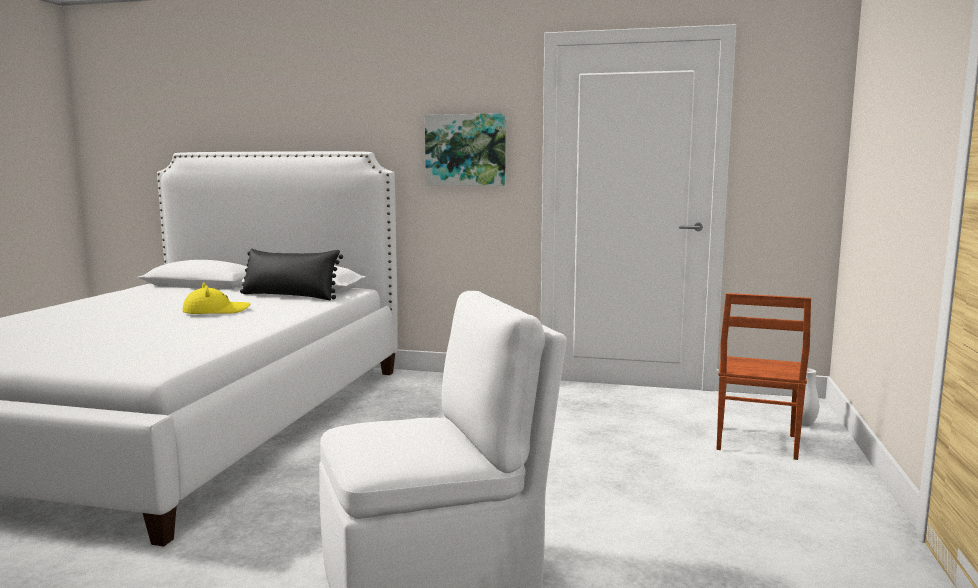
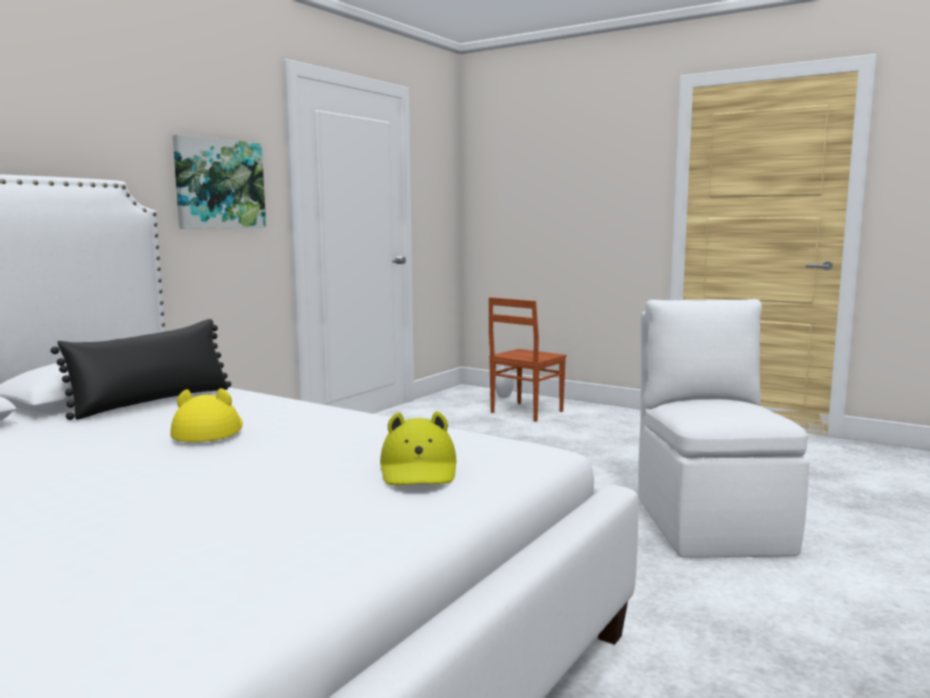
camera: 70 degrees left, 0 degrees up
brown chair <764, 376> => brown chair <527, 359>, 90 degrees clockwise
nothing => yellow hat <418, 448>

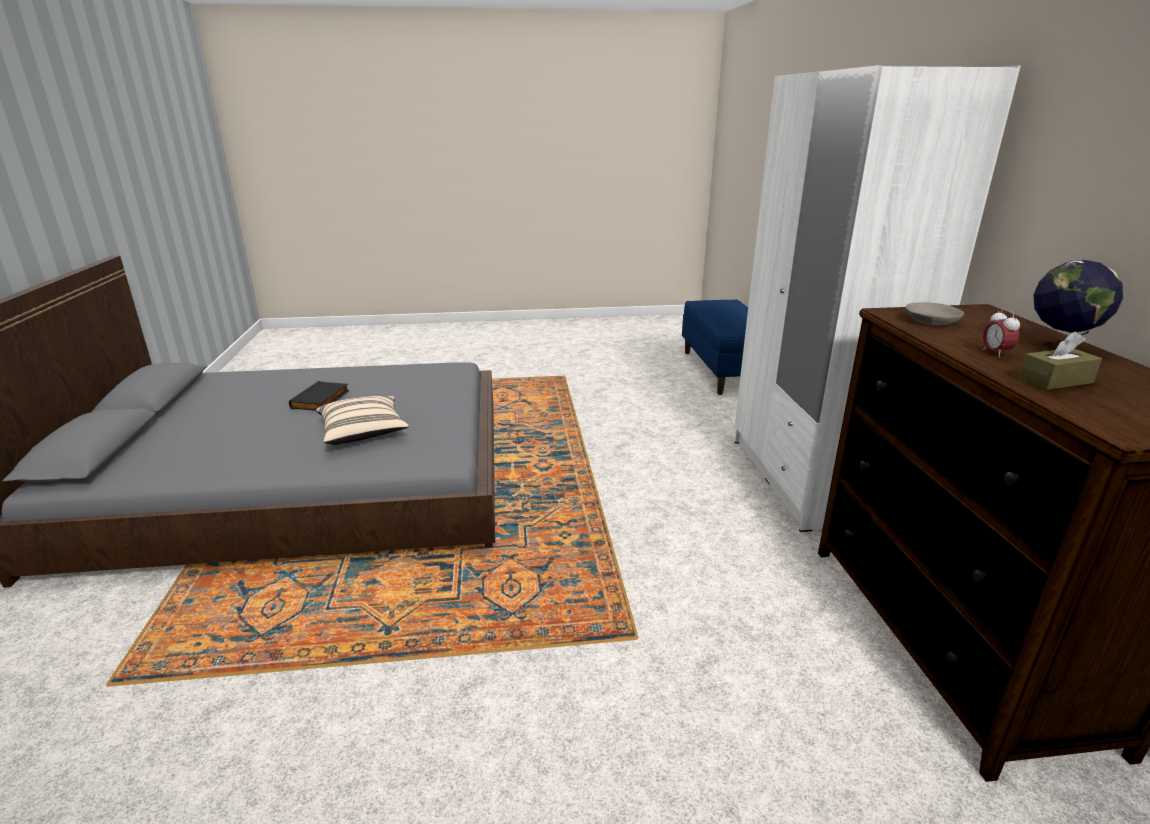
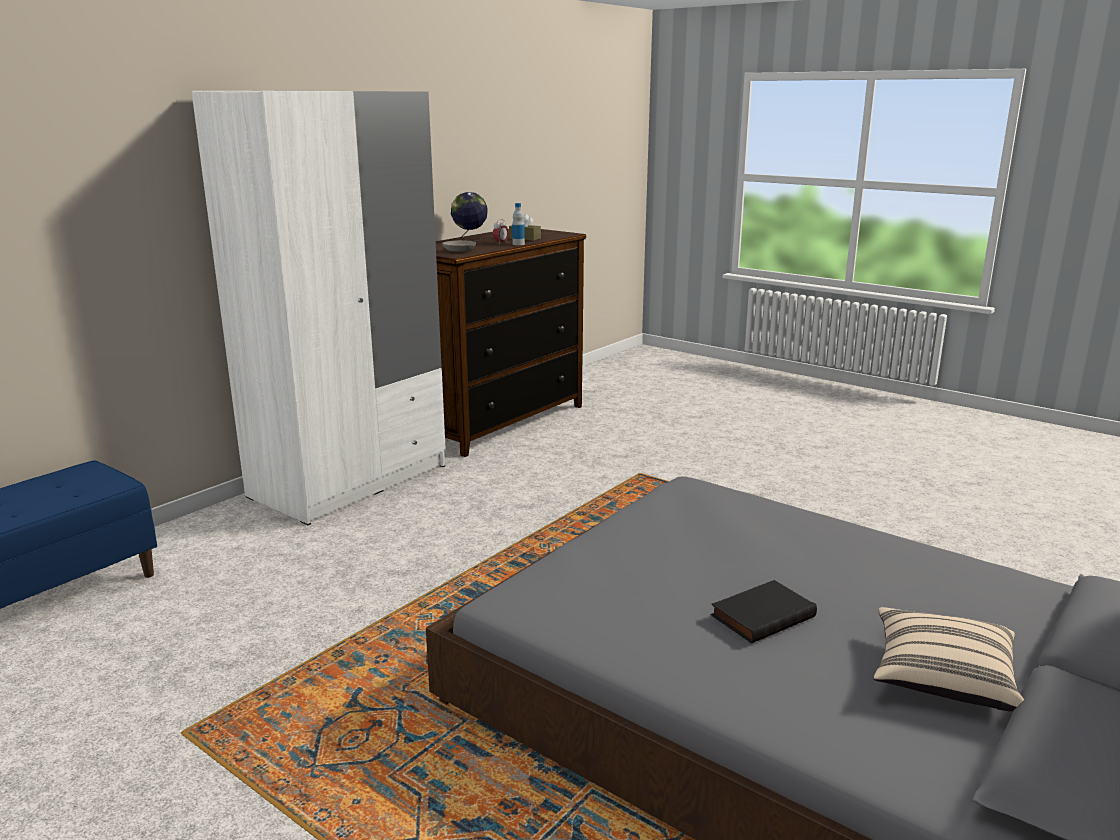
camera: 135 degrees left, 5 degrees down
beige pillow <362, 420> => beige pillow <949, 659>, shifted
nothing => bottle <518, 224>

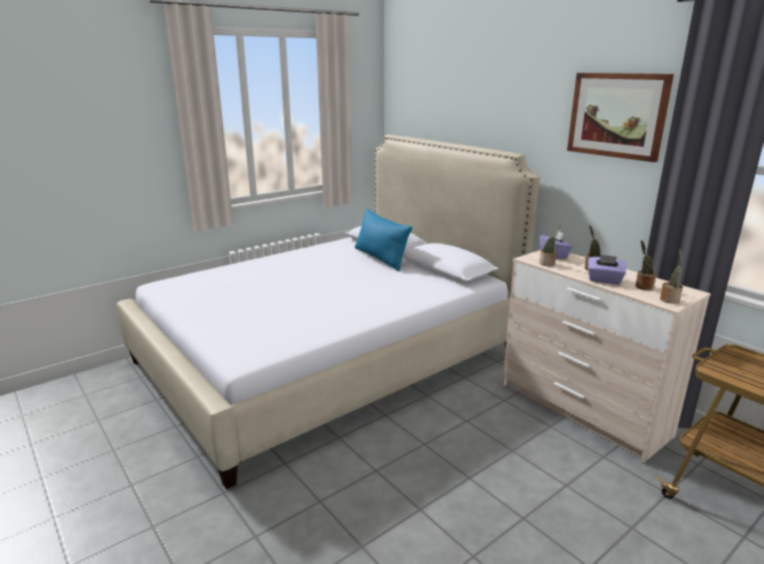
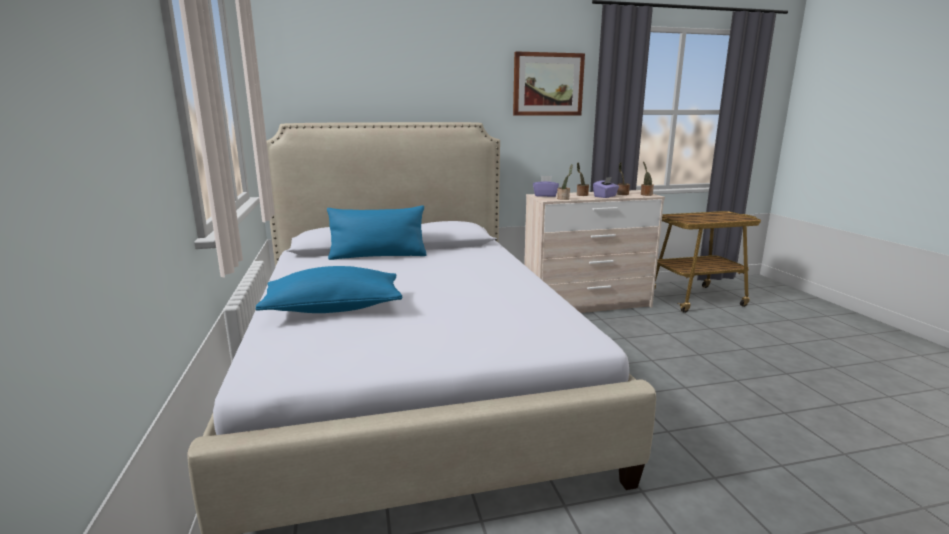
camera: 65 degrees left, 5 degrees down
nothing => blue pillow <329, 289>

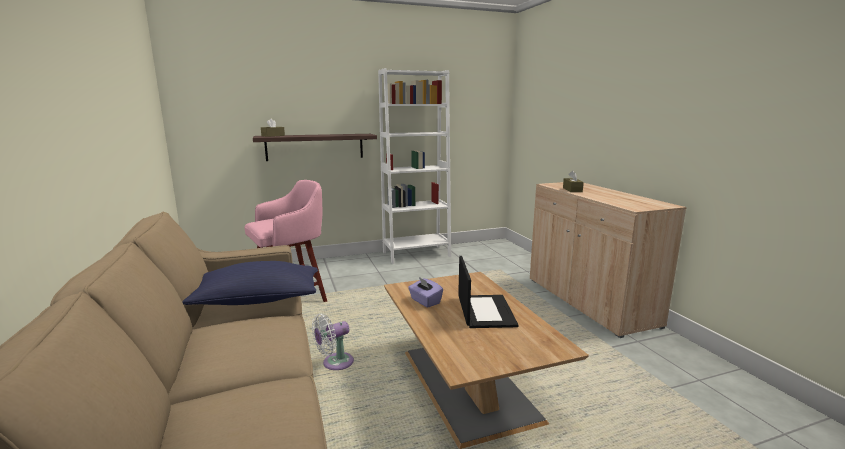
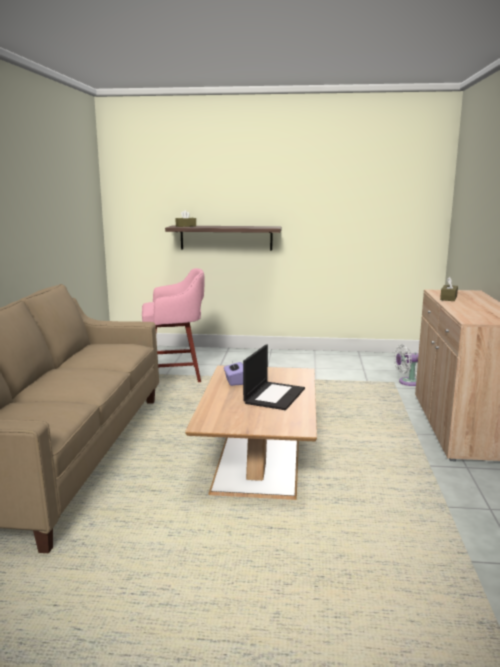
camera: 25 degrees right, 0 degrees up
white bookcase <414, 166> => nothing
blue pillow <250, 283> => nothing
white fan <333, 342> => white fan <406, 365>, shifted

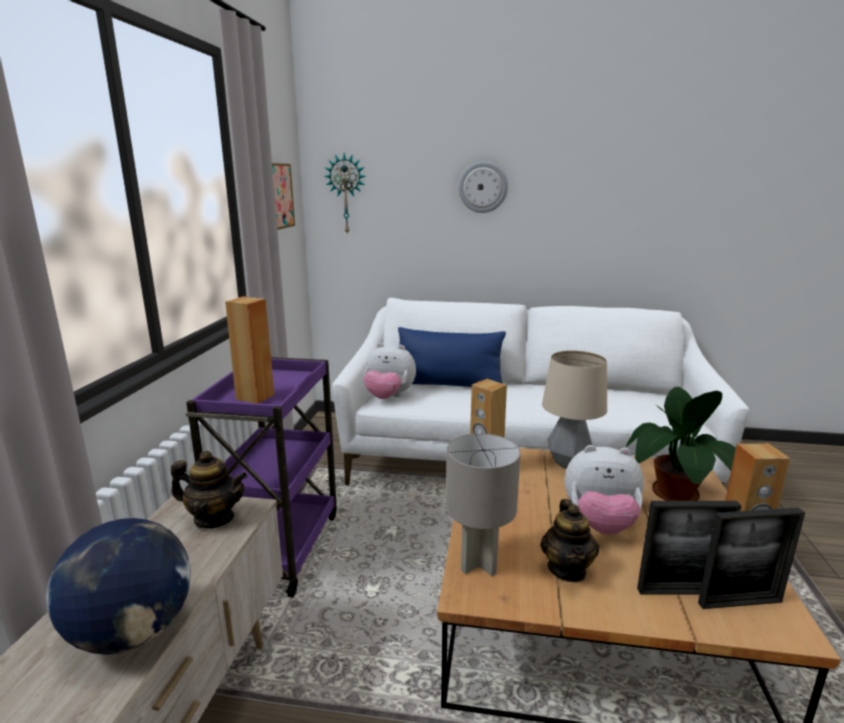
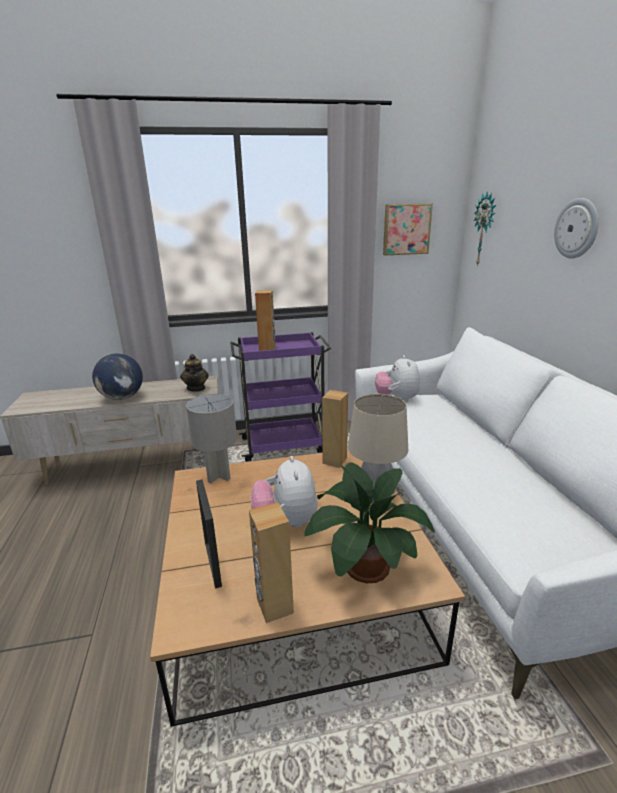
camera: 70 degrees right, 5 degrees up
blue pillow <452, 357> => nothing
teapot <569, 540> => nothing
picture frame <751, 558> => nothing

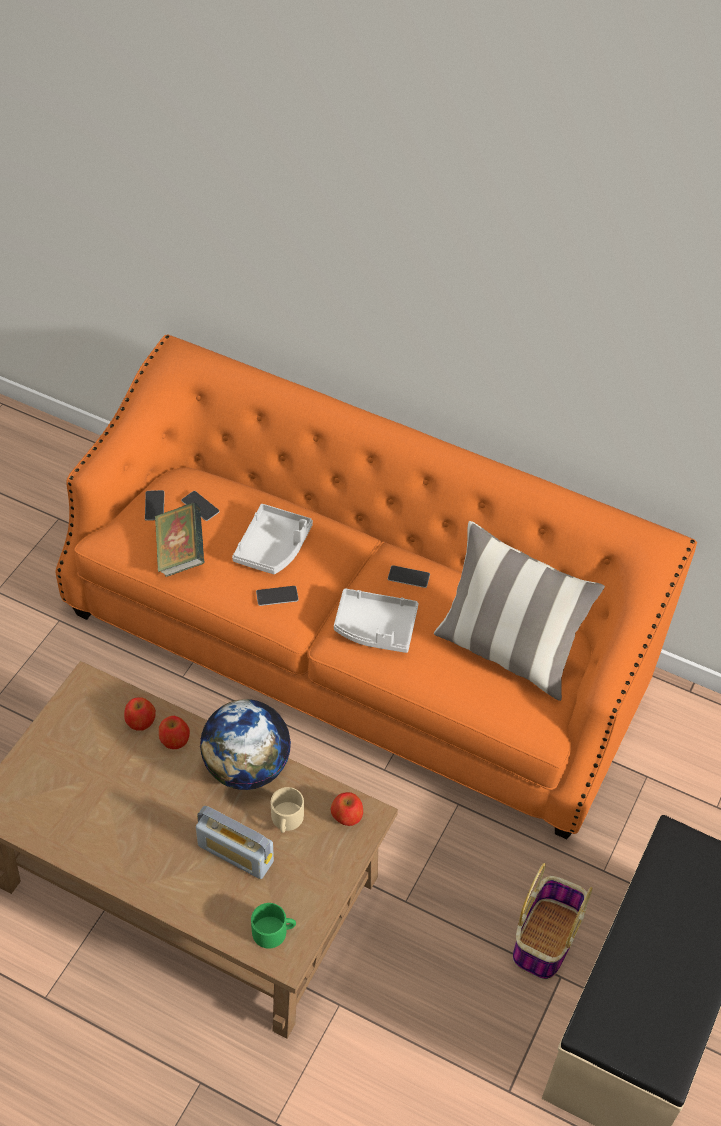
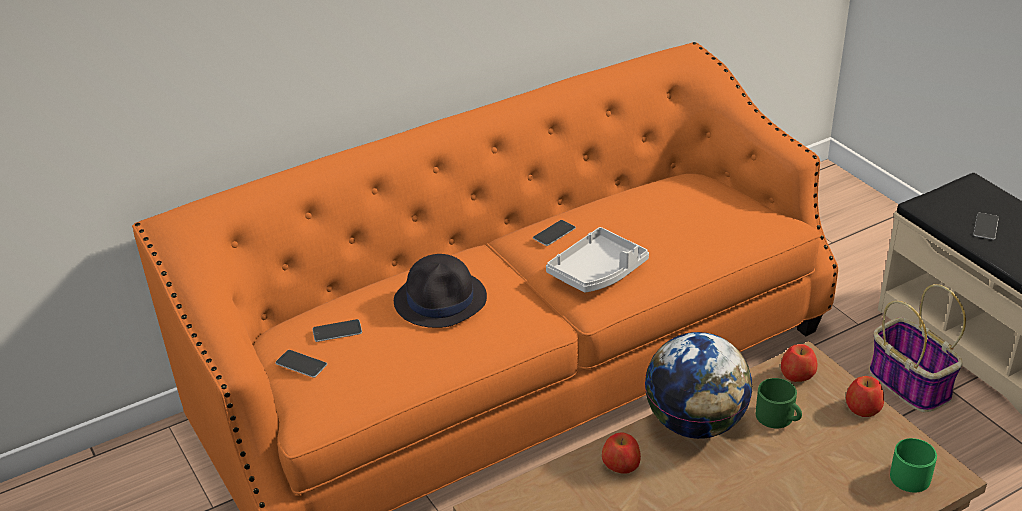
camera: 55 degrees left, 15 degrees down
book <180, 539> => nothing
grey tray <272, 539> => black hat <440, 291>
pillow <519, 611> => nothing
phone <277, 596> => phone <986, 226>, shifted
apple <140, 714> => apple <865, 396>, shifted
beige mug <287, 810> => green mug <779, 403>
radio <235, 842> => nothing

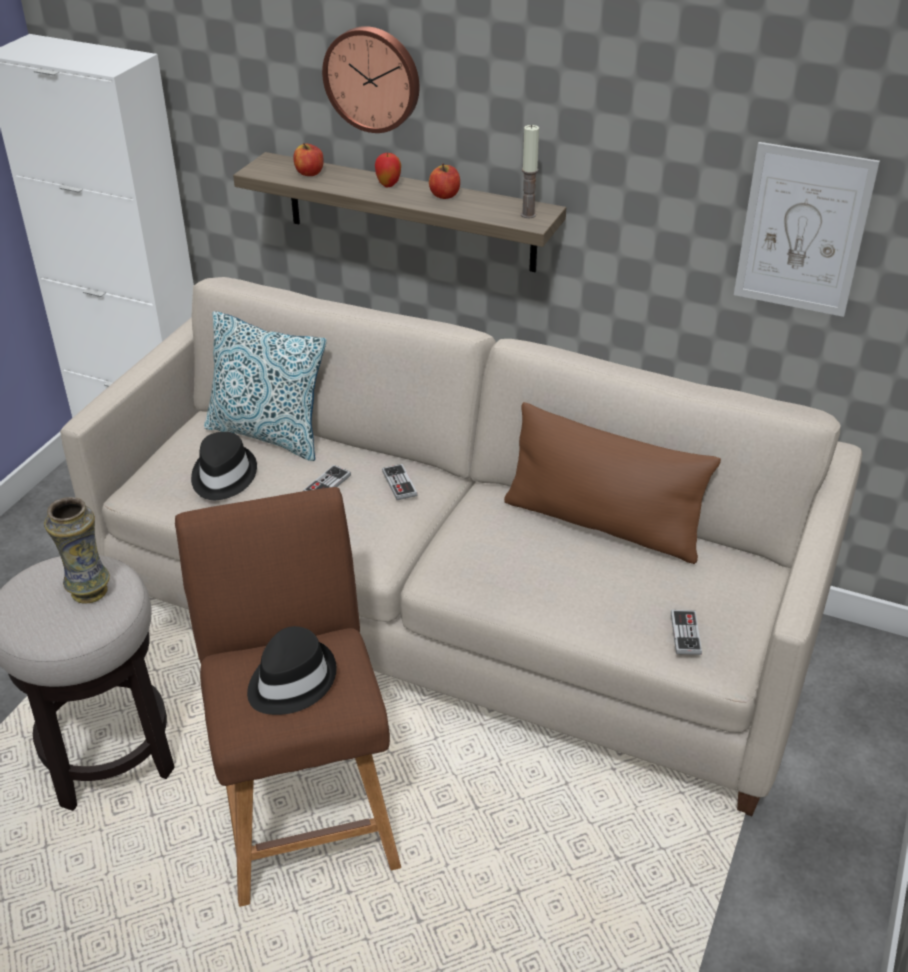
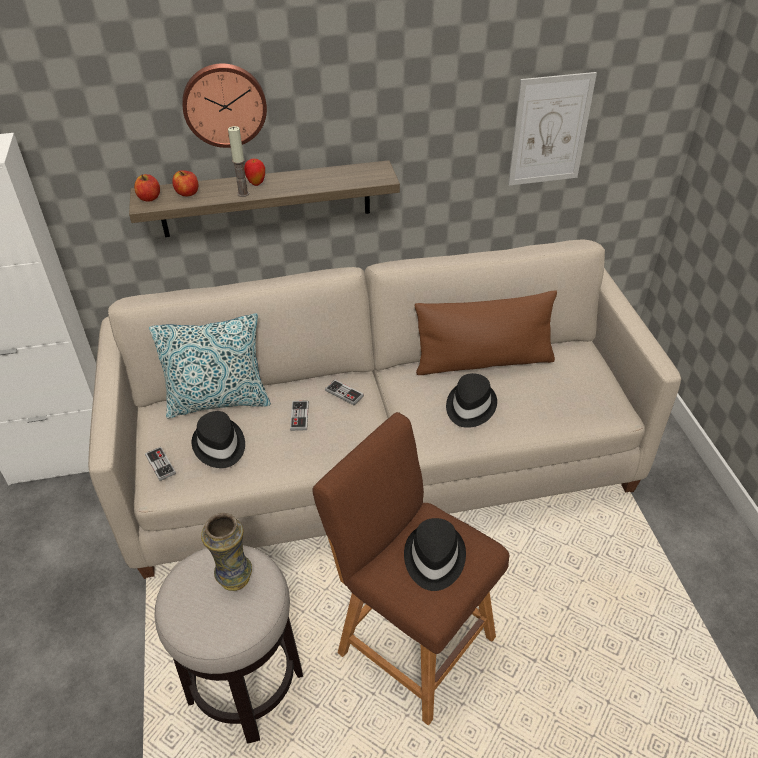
camera: 35 degrees left, 5 degrees up
candle <530, 171> => candle <238, 161>, shifted
apple <444, 181> => apple <147, 188>, shifted
game controller <686, 632> => game controller <160, 464>, shifted
nothing => black hat <471, 400>

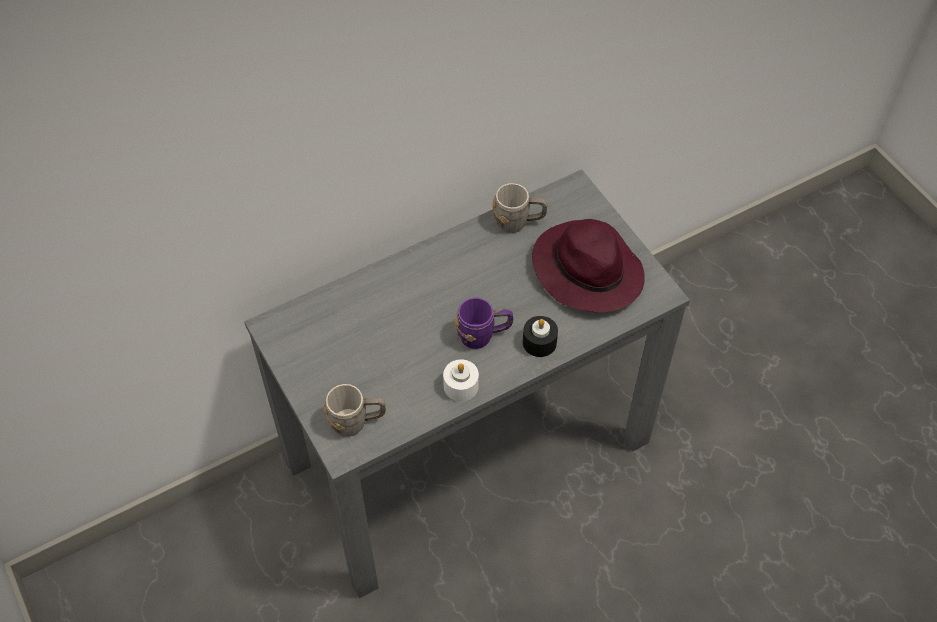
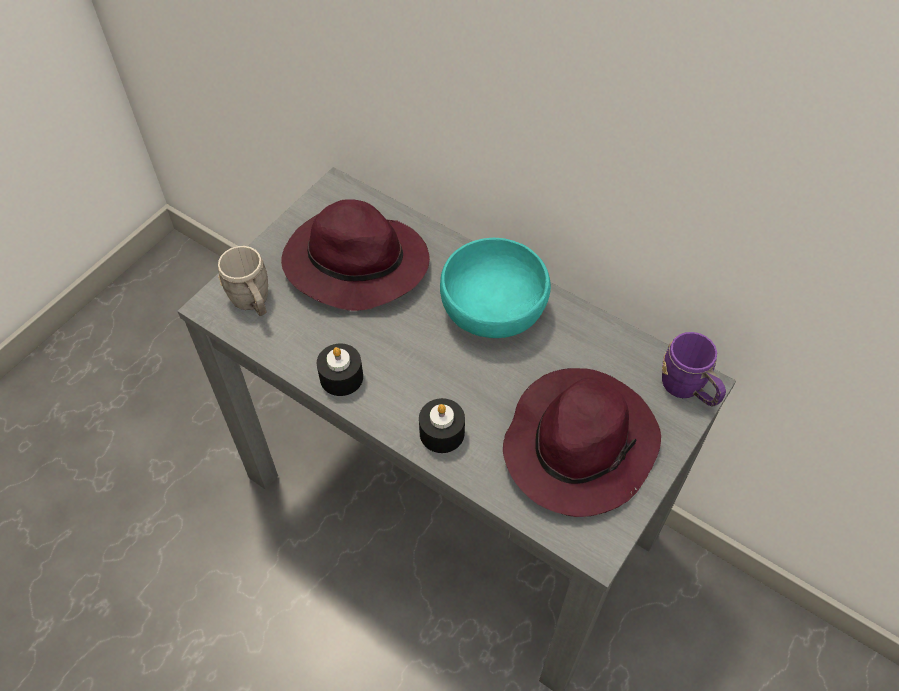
camera: 65 degrees right, 0 degrees up
grey mug <520, 208> => nothing
purple mug <484, 323> => purple mug <694, 369>, shifted
white candle <461, 380> => black candle <340, 369>
nothing => purple hat <355, 255>
nothing => turquoise bowl <495, 288>

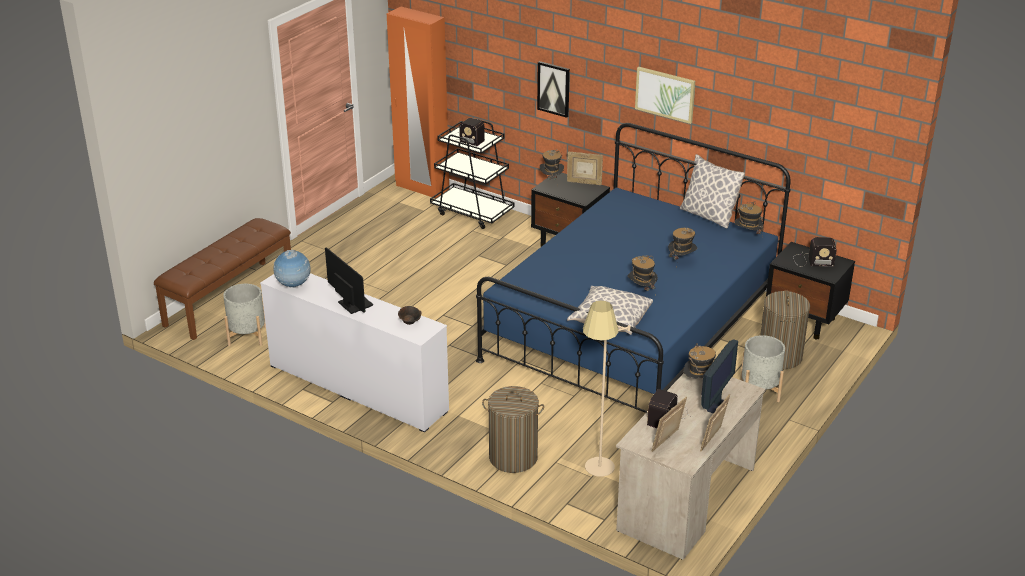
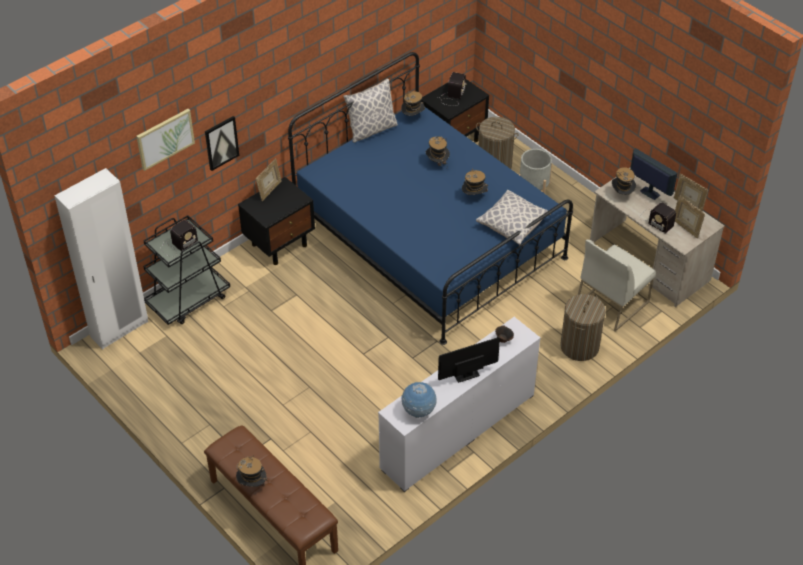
camera: 75 degrees left, 15 degrees up
orange wardrobe <418, 102> => white wardrobe <101, 258>
picture <665, 95> => picture <165, 140>, shifted
hat <552, 168> => hat <252, 471>, shifted
grey planter <244, 315> => nothing
beige floor lamp <607, 389> => white chair <617, 286>

